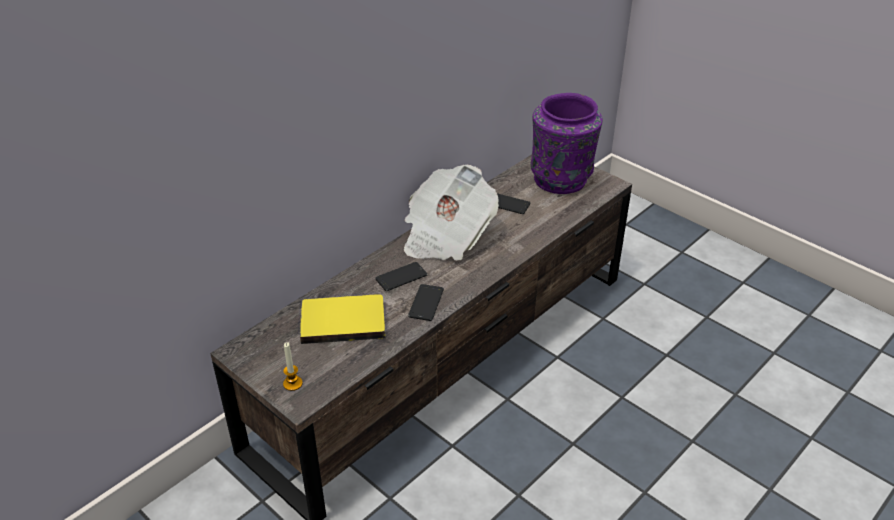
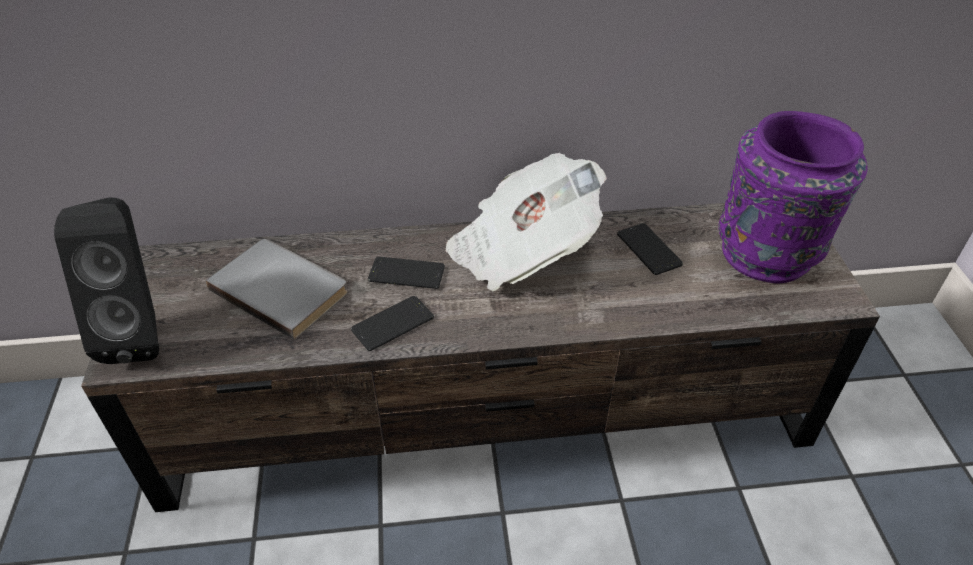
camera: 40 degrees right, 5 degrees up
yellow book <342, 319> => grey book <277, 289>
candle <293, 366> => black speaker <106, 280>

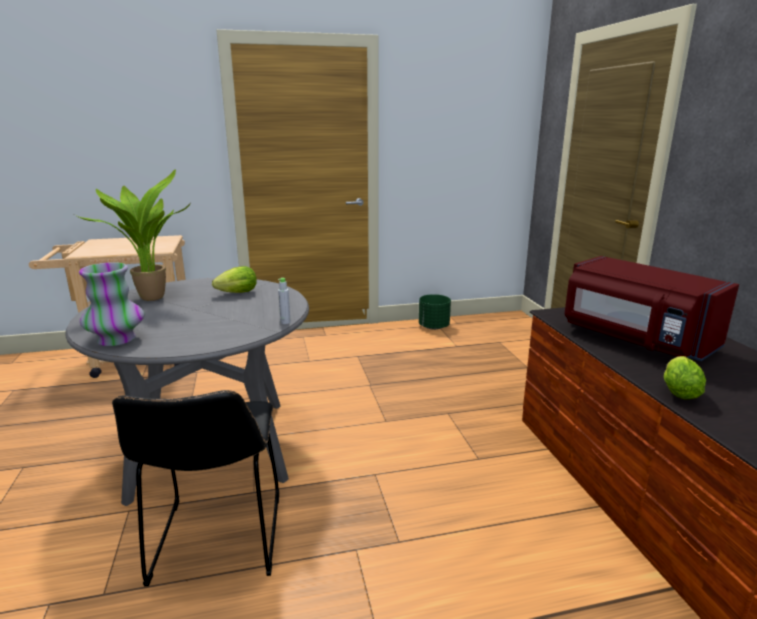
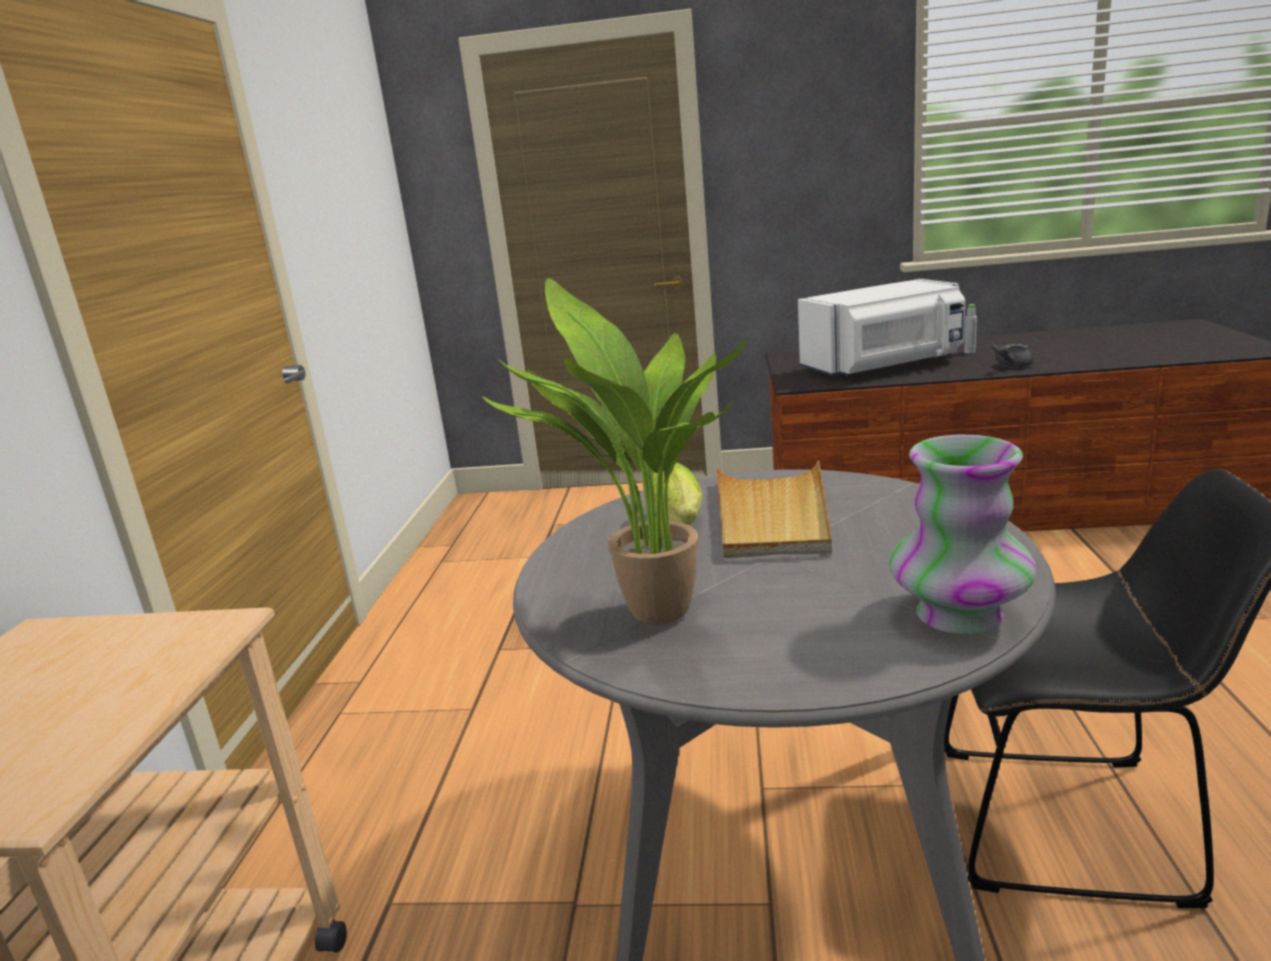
camera: 70 degrees left, 0 degrees up
red microwave <652, 308> => white microwave <881, 328>
grey bottle <284, 301> => grey bottle <970, 329>, shifted
green planter <435, 312> => nothing
lettuce <685, 377> => grey teapot <1012, 356>
nothing => beige tray <774, 509>

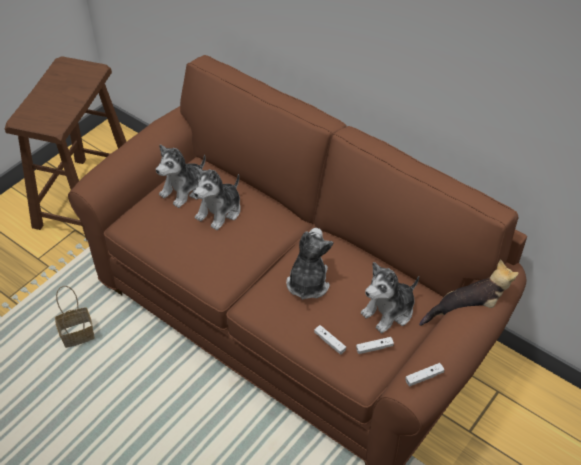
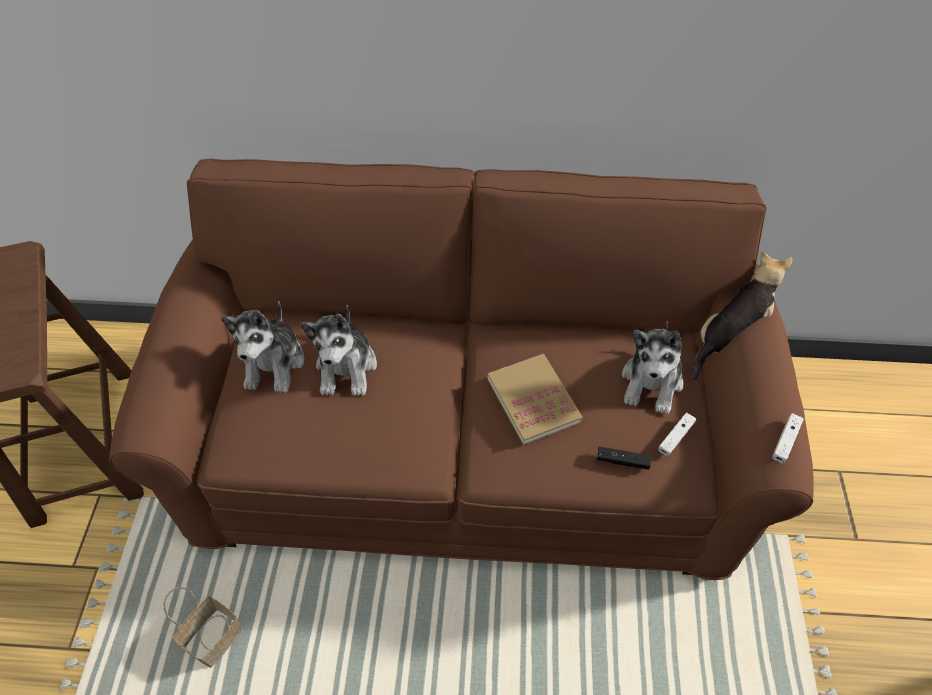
camera: 35 degrees left, 5 degrees up
plush toy <309, 264> => book <535, 399>
white game controller <330, 339> => black game controller <624, 458>

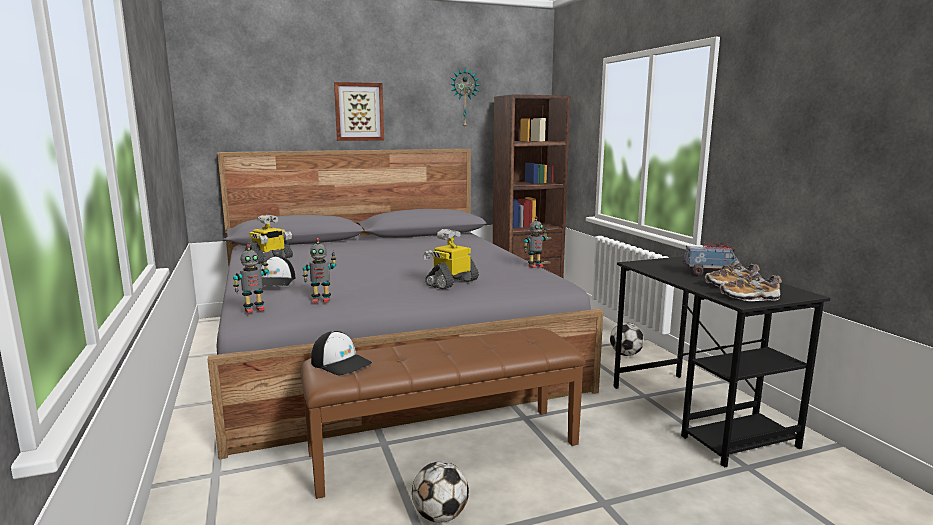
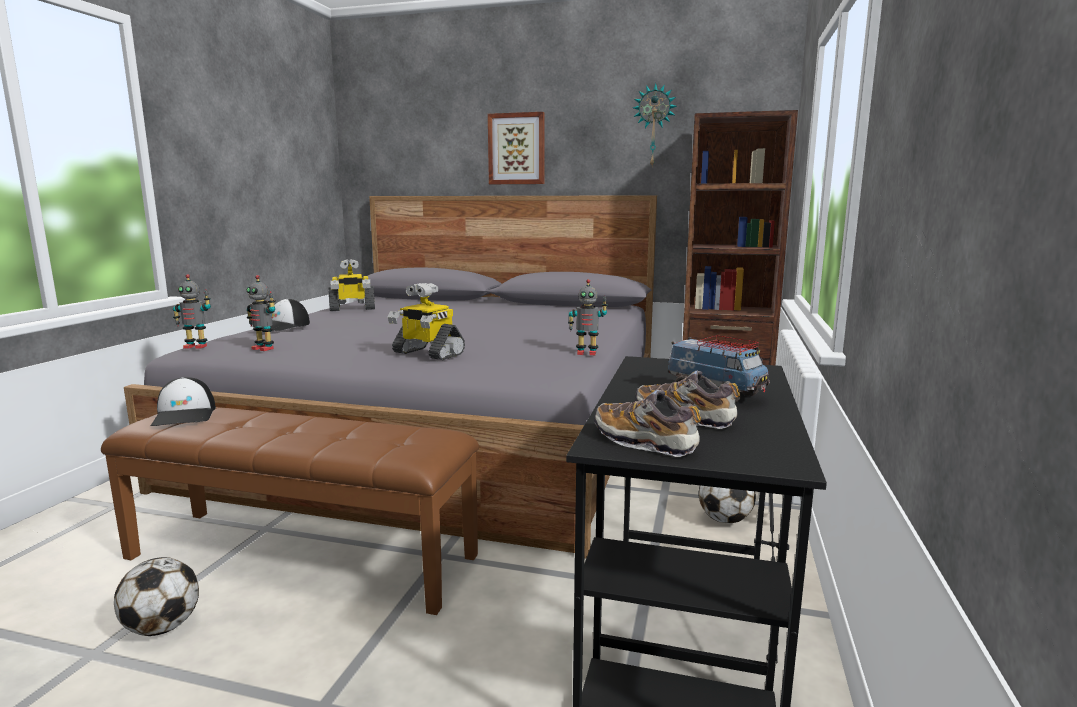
camera: 35 degrees right, 0 degrees up
toy robot <451, 259> => toy robot <426, 321>, 135 degrees counterclockwise

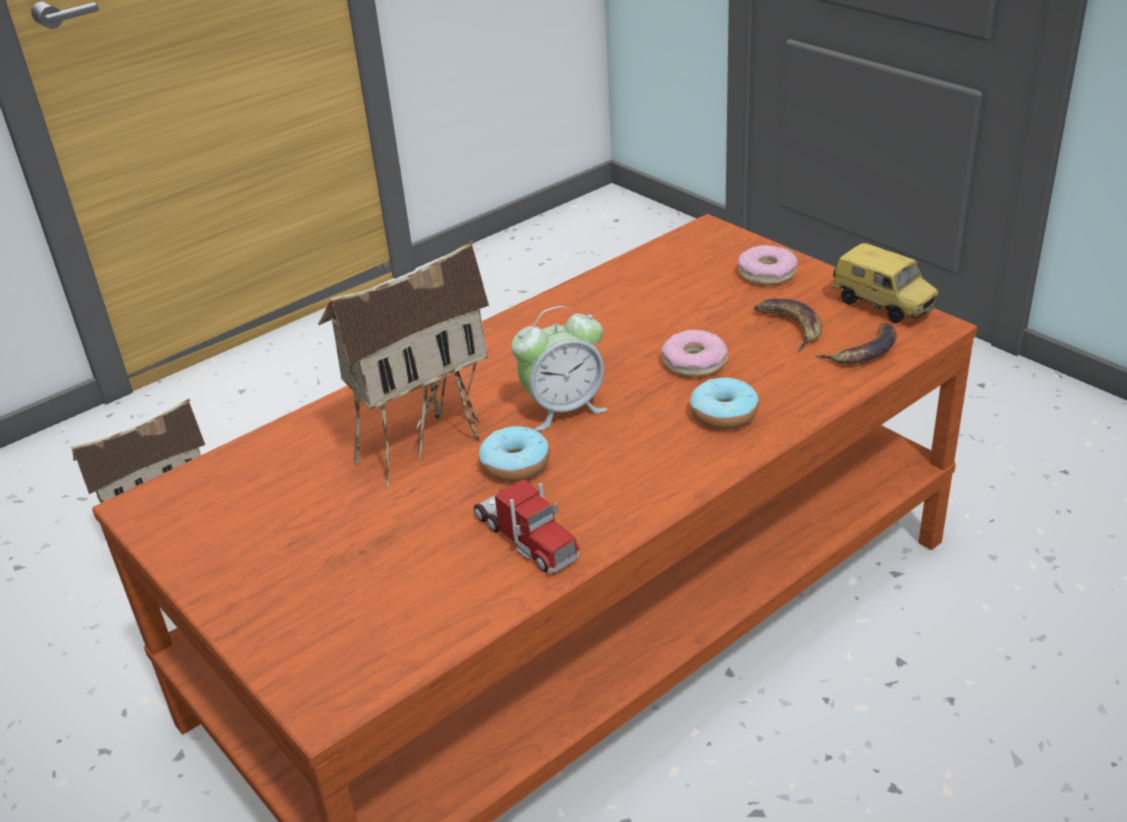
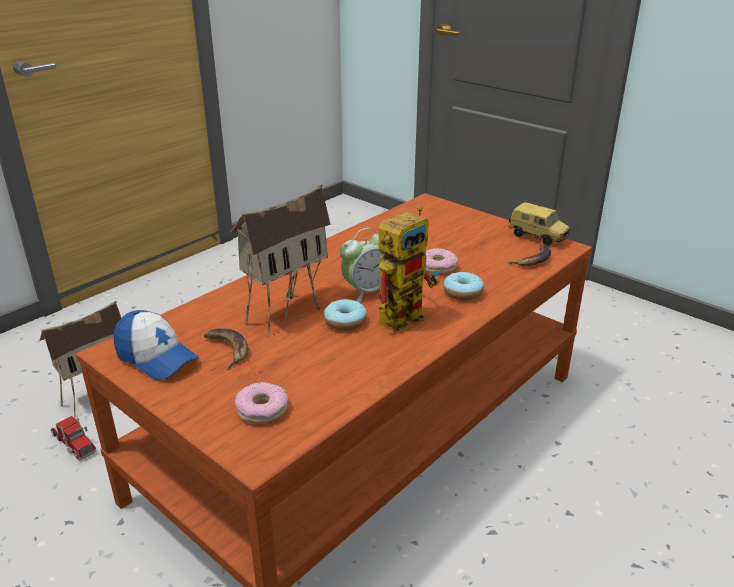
camera: 10 degrees left, 5 degrees down
donut <768, 265> => donut <261, 403>, shifted
banana <788, 324> => banana <226, 349>, shifted
toy truck <527, 526> => toy truck <73, 438>, shifted
nothing => toy robot <409, 270>
nothing => cap <156, 345>

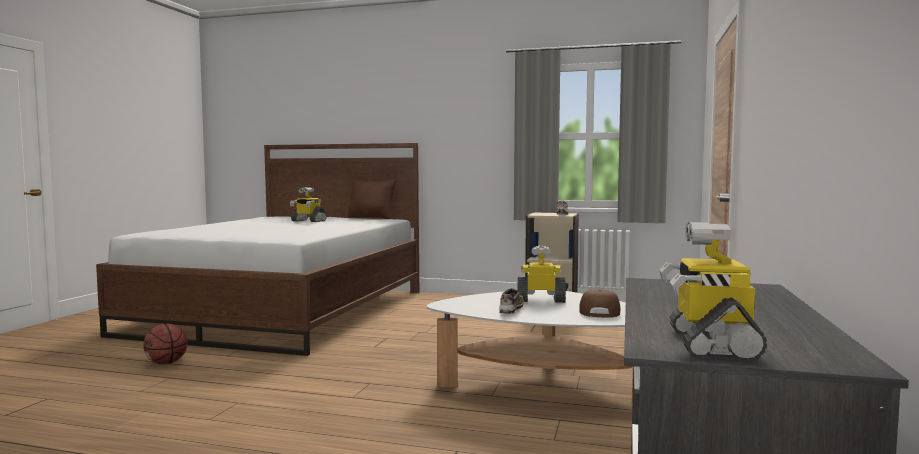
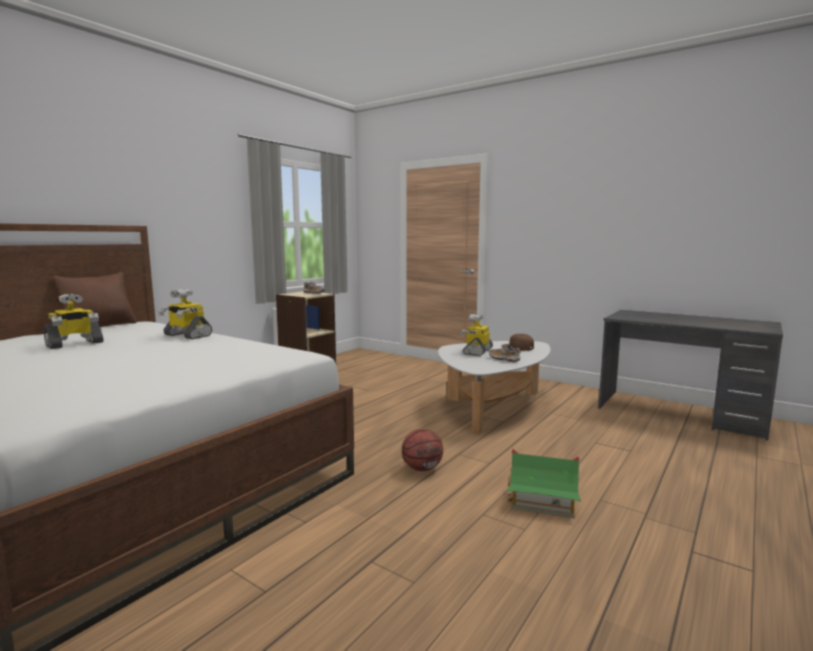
camera: 70 degrees left, 5 degrees up
toy robot <713, 292> => toy robot <185, 314>, shifted
basketball <165, 344> => basketball <422, 450>, shifted
nothing => toy house <544, 484>

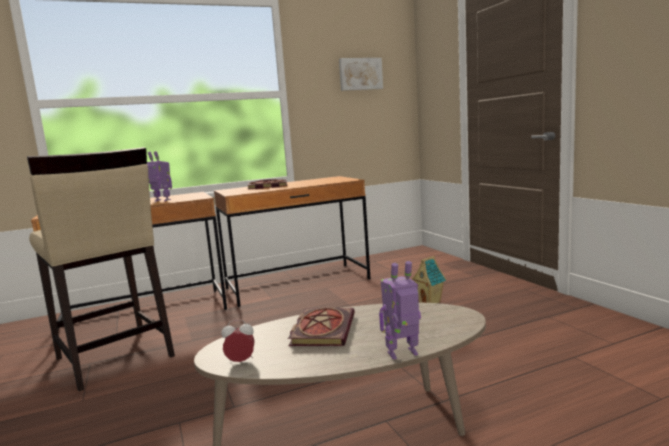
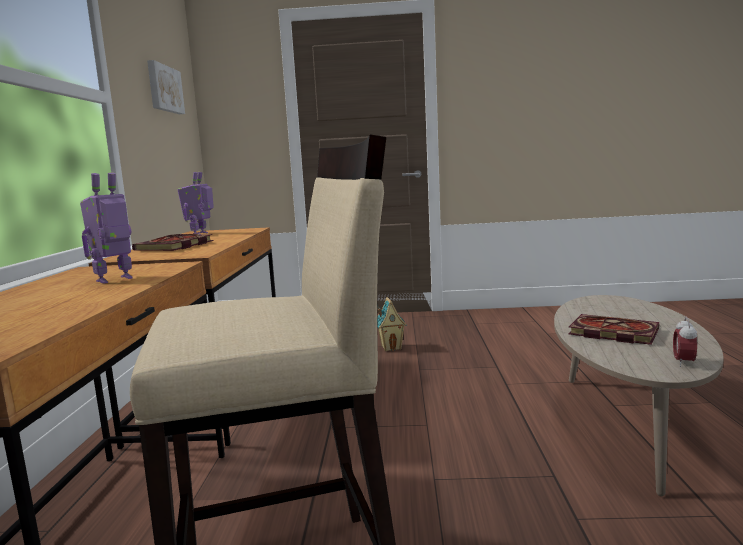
camera: 65 degrees left, 0 degrees up
toy robot <400, 310> => toy robot <196, 203>, shifted

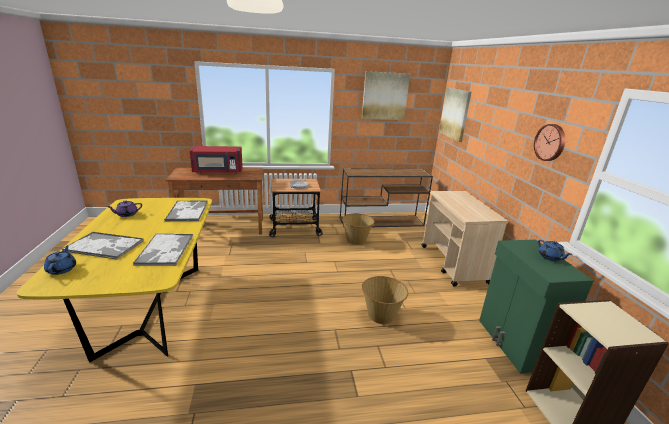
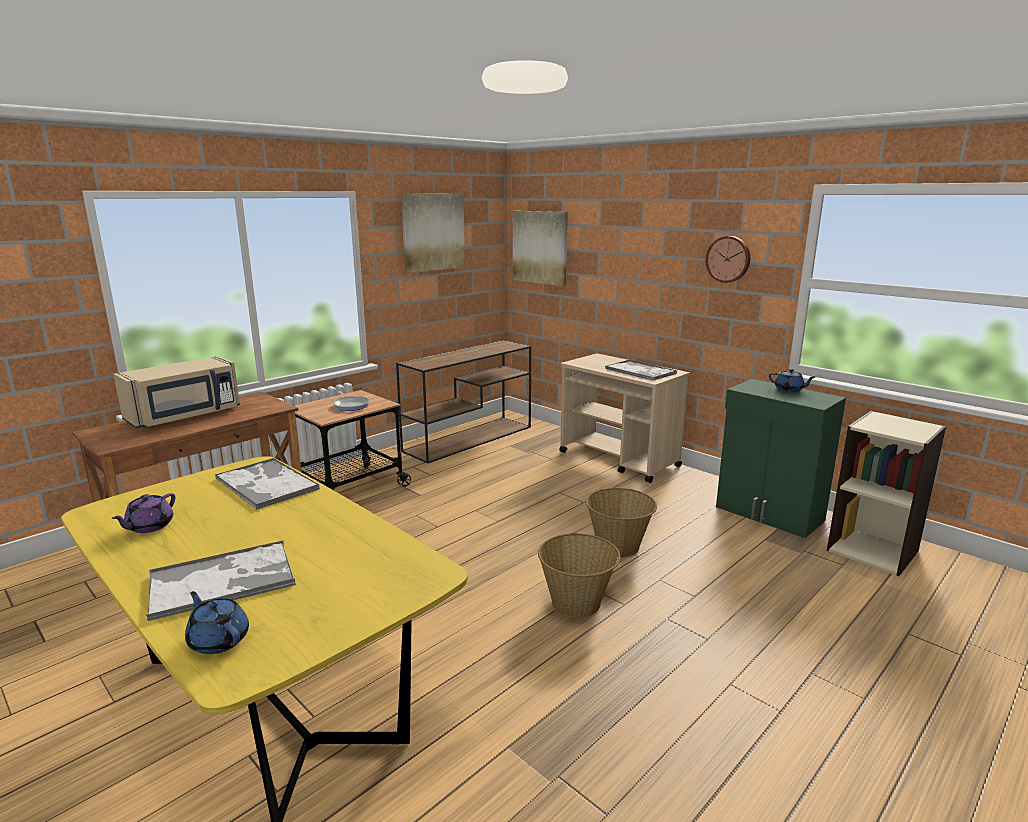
camera: 35 degrees left, 5 degrees down
red microwave <216, 159> => beige microwave <176, 392>
basket <358, 229> => basket <579, 575>, shifted
tray <163, 250> => tray <641, 370>, shifted

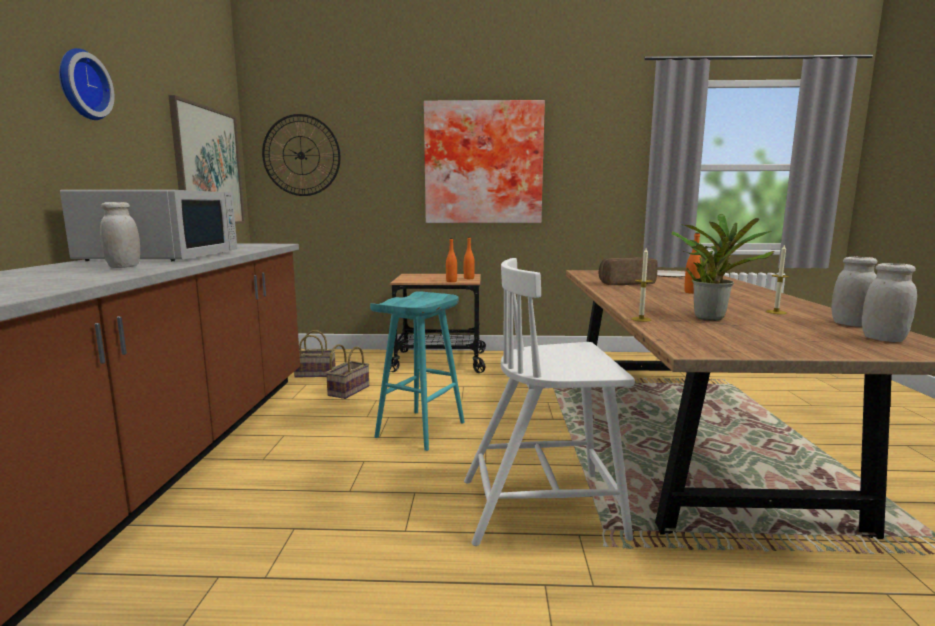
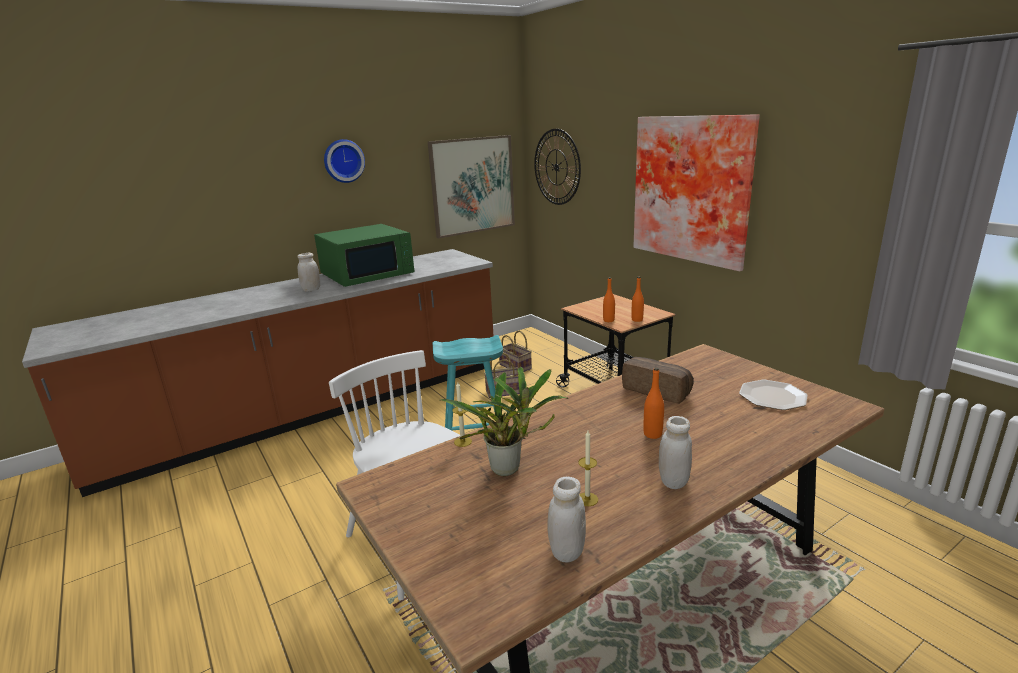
camera: 55 degrees right, 10 degrees up
white microwave <148, 225> => green microwave <364, 255>
white jar <889, 302> => white jar <675, 452>, shifted

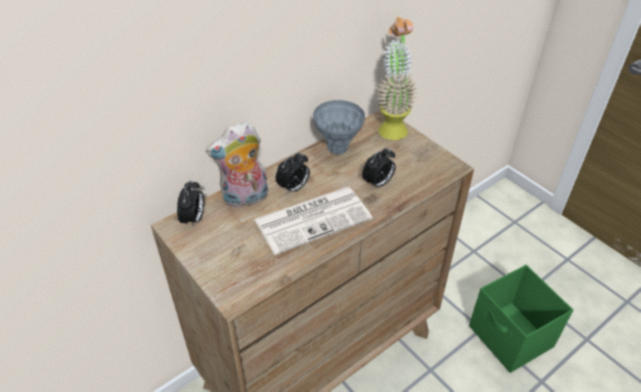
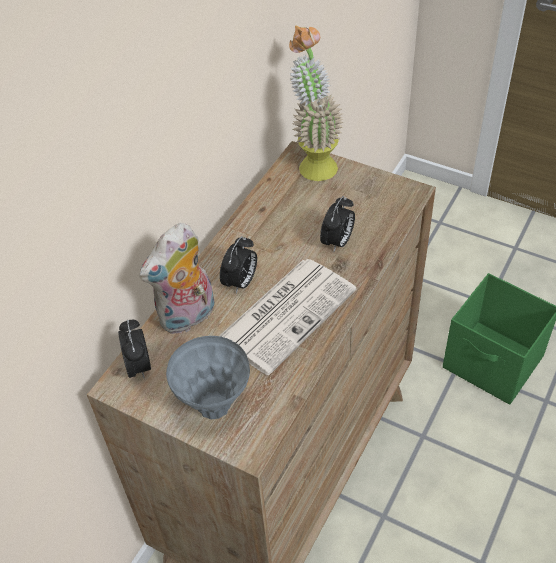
camera: 20 degrees left, 5 degrees up
grey vase <339, 127> => grey vase <208, 377>, shifted

